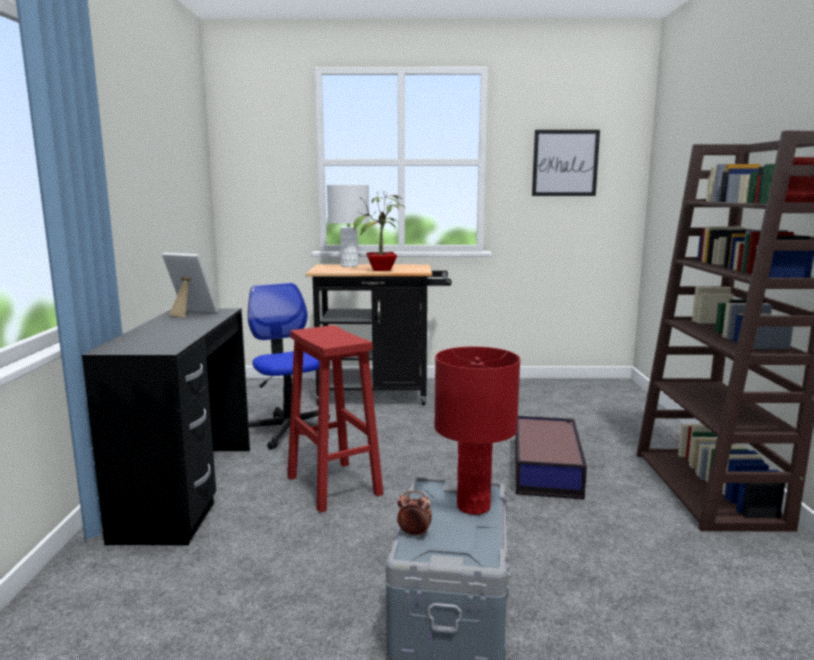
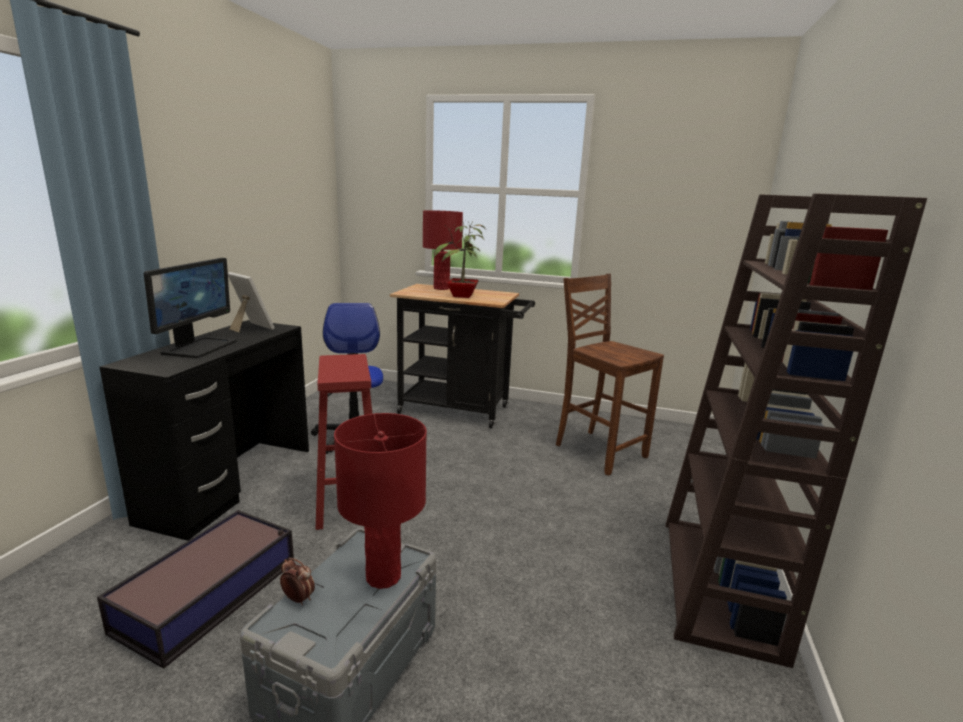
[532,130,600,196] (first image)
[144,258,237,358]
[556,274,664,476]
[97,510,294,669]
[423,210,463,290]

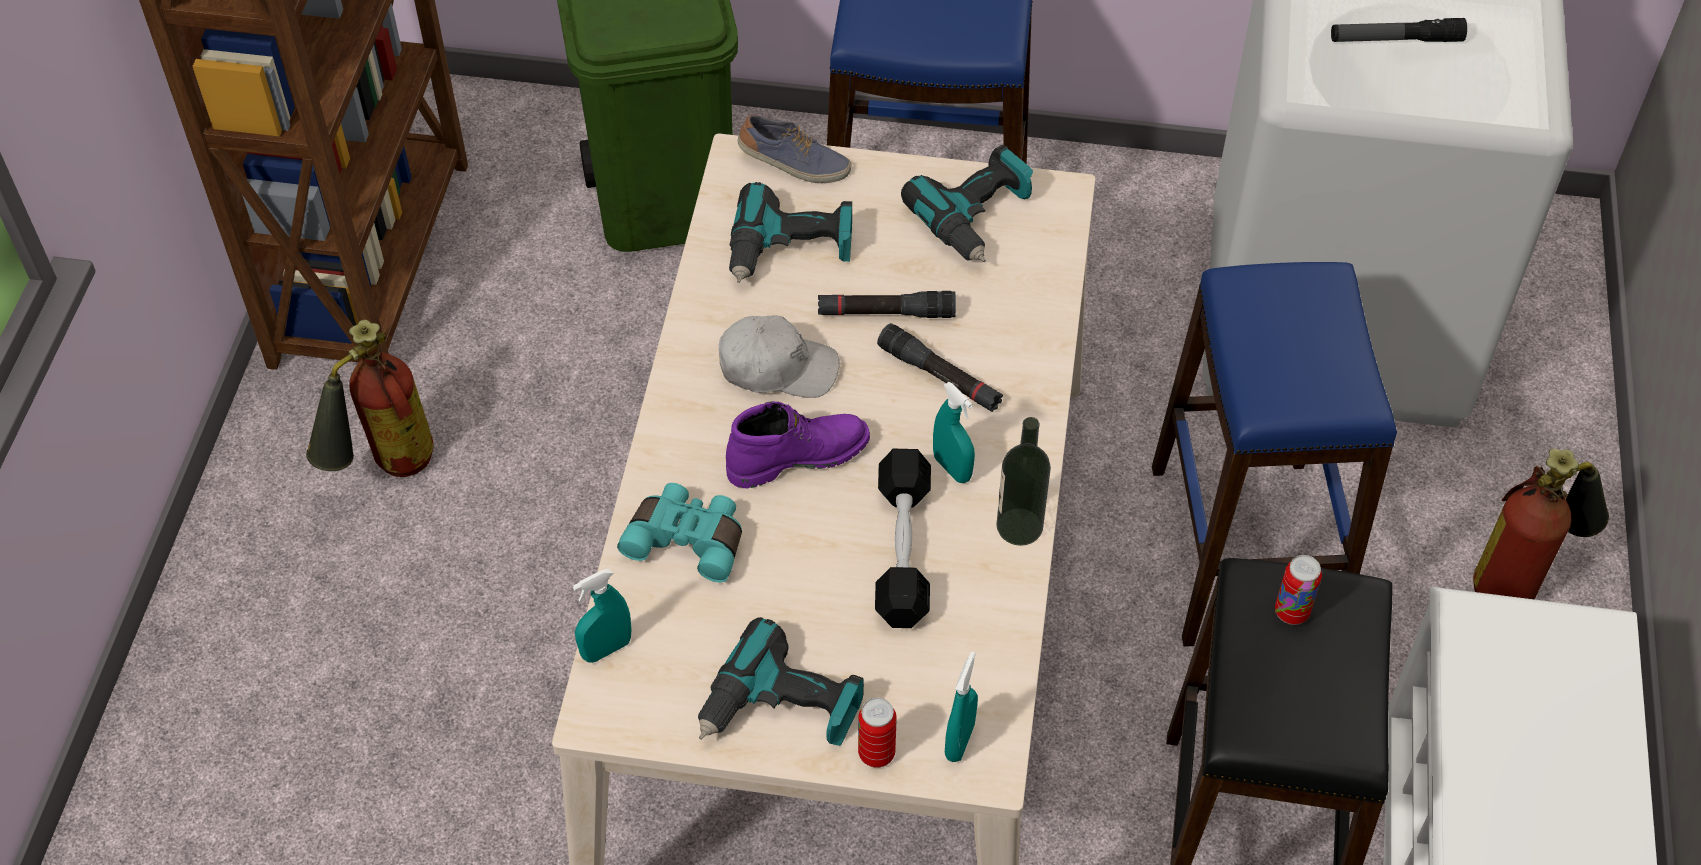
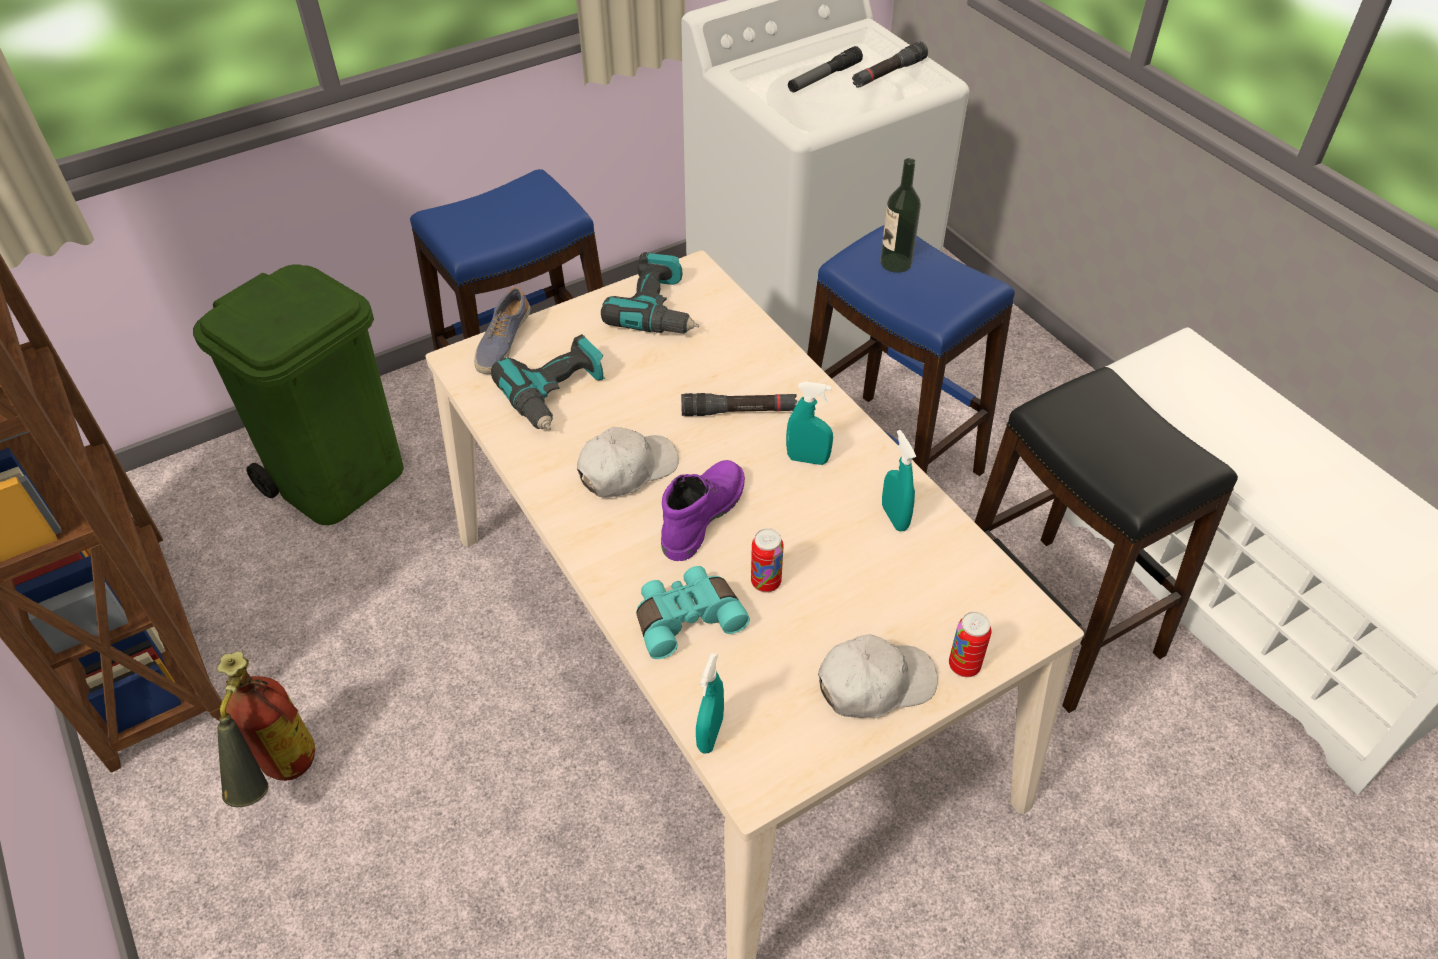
[875,449,931,628] (first image)
[1473,449,1609,599] (first image)
[852,41,928,88]
[882,430,916,531]
[880,158,921,273]
[751,528,784,592]
[818,634,938,718]
[474,287,530,374]

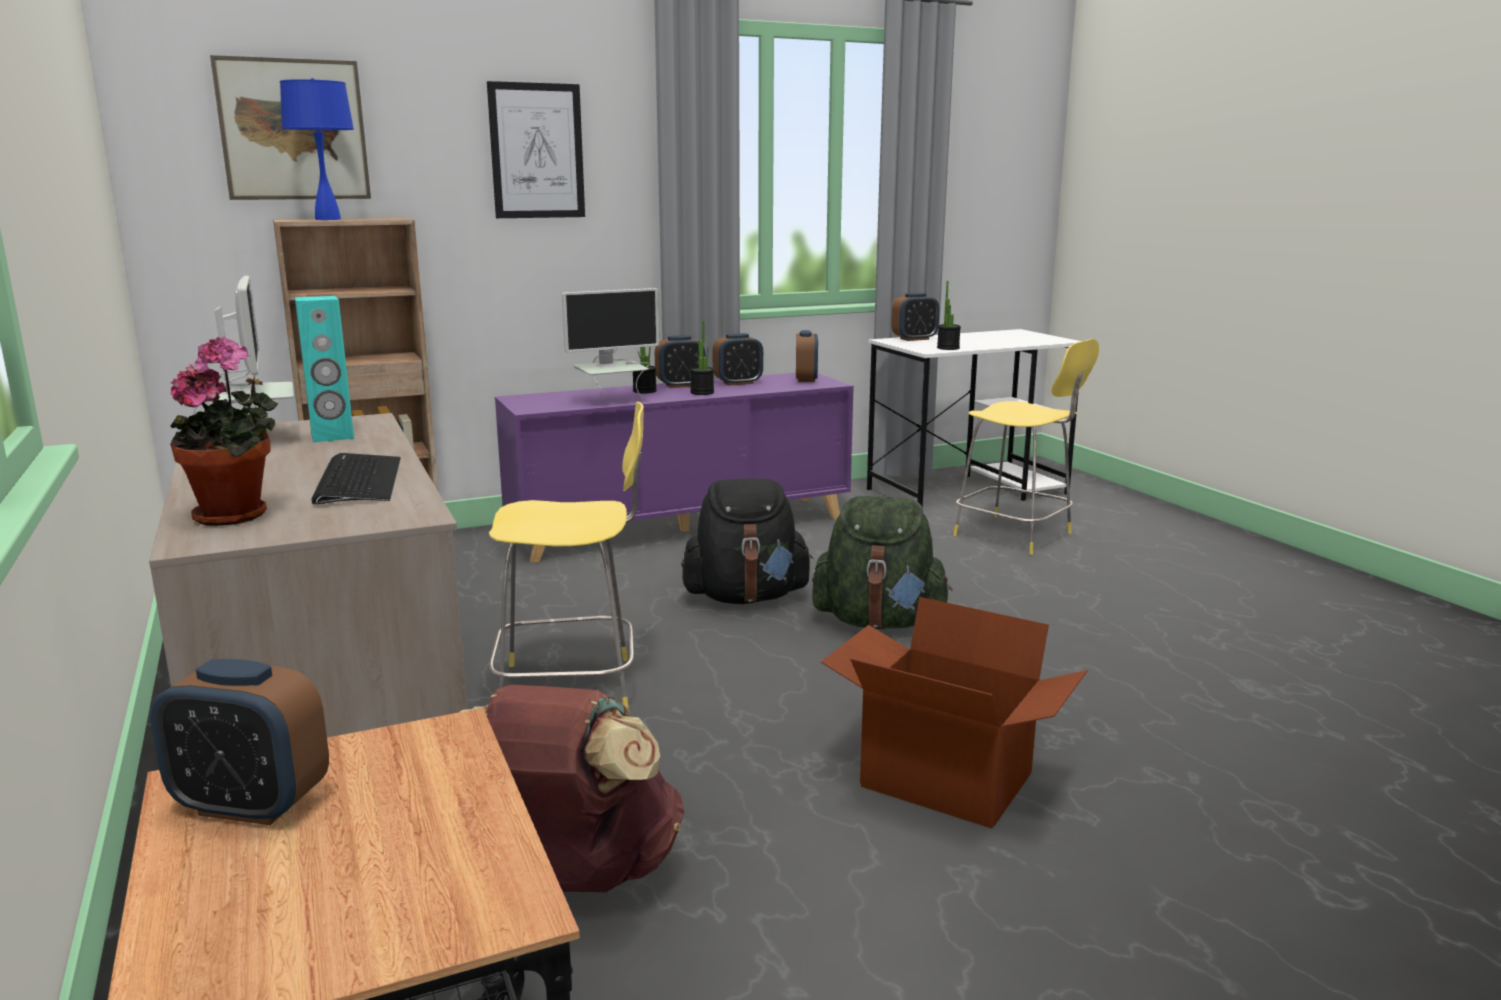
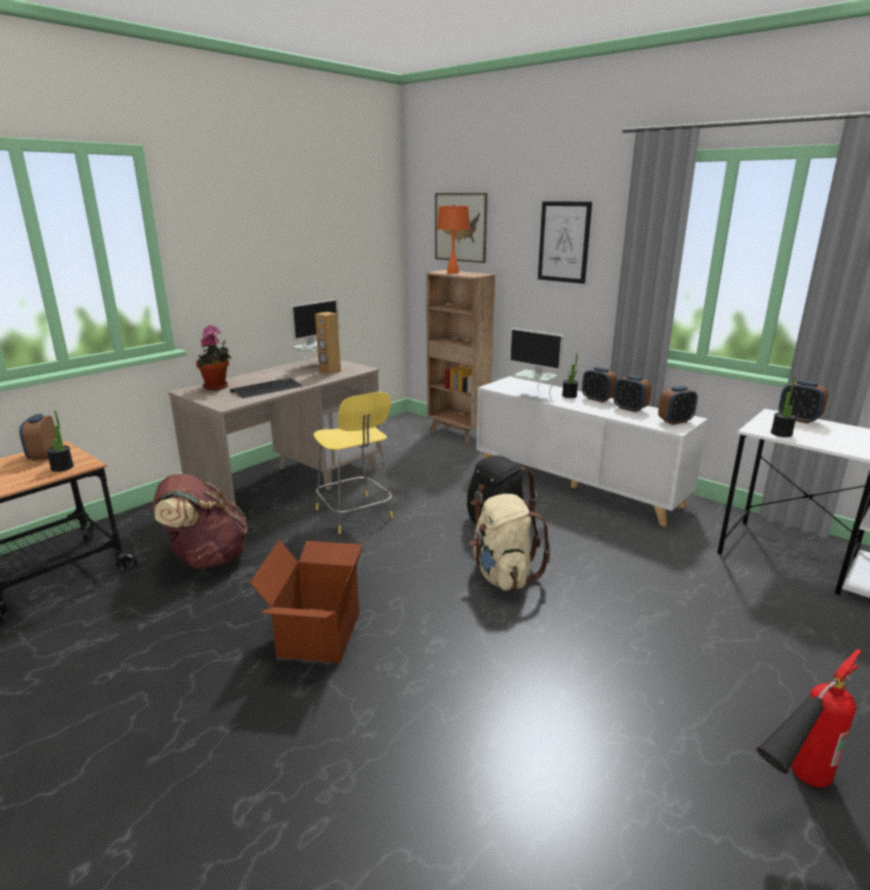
[953,339,1099,555] (first image)
[756,649,862,788]
[46,411,74,472]
[437,204,470,274]
[315,312,341,375]
[476,376,708,527]
[469,494,551,591]

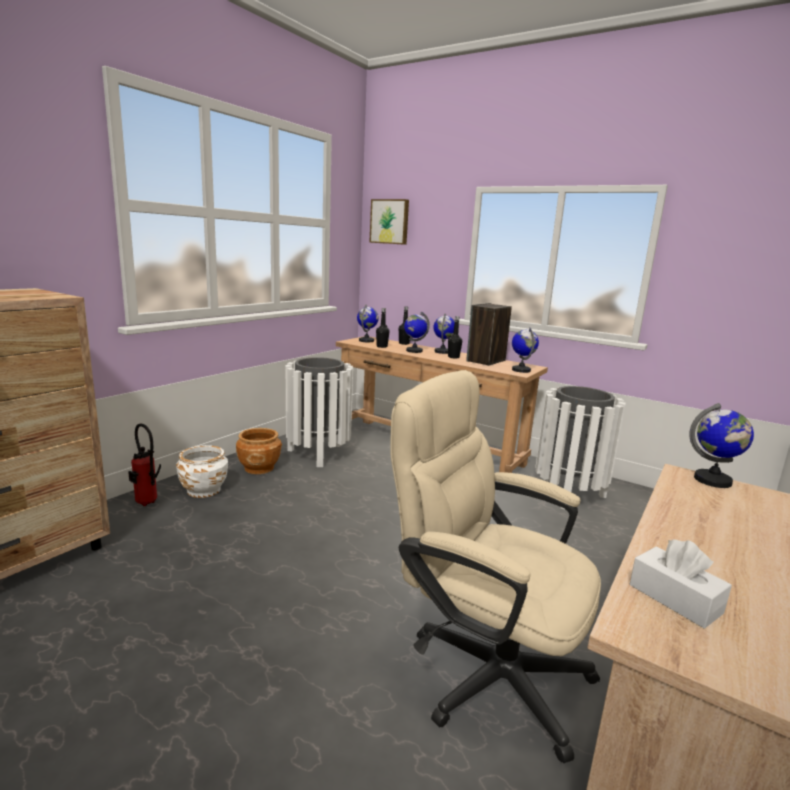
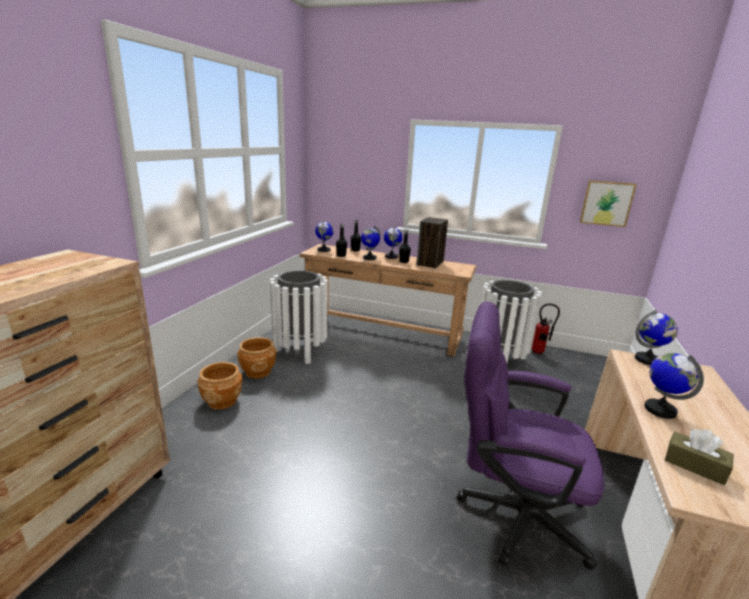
[531,303,560,354]
[580,180,637,227]
[644,353,704,419]
[197,362,242,410]
[457,302,604,570]
[665,429,734,485]

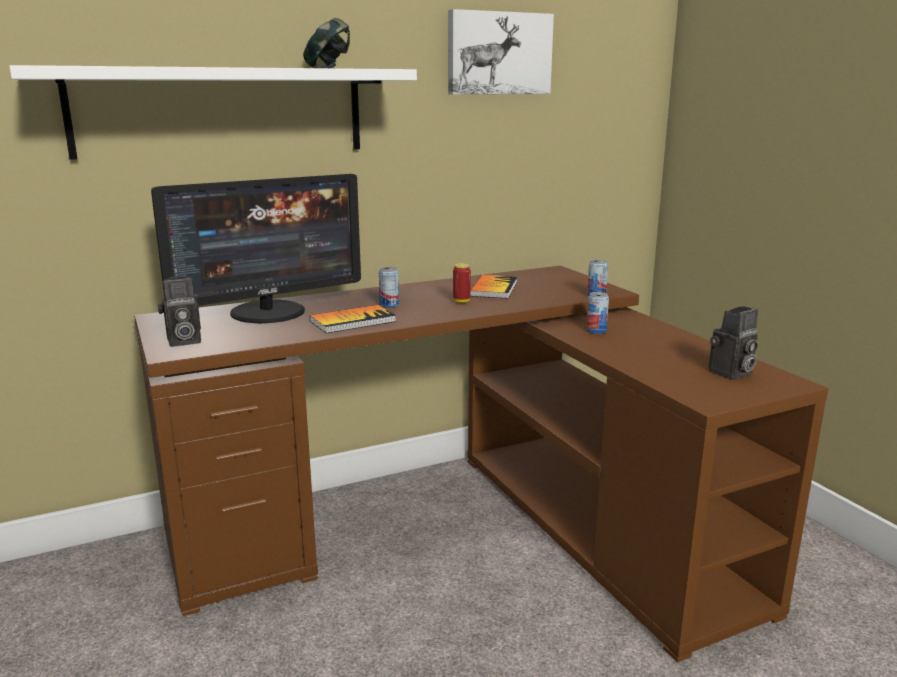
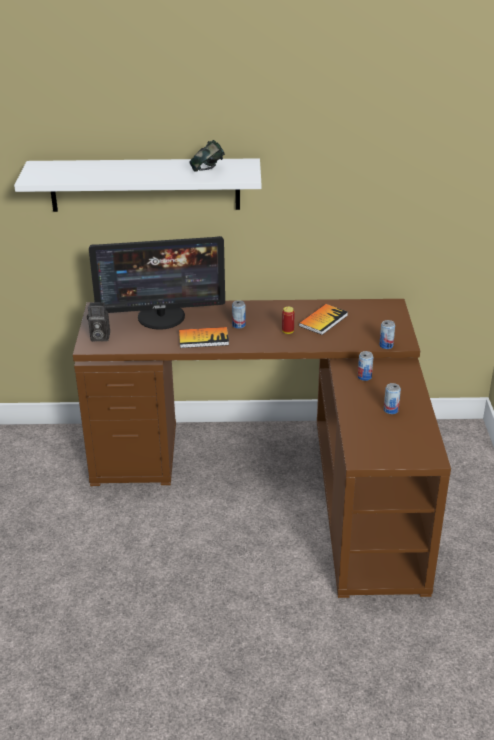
[448,9,554,94] (first image)
[708,306,758,380] (first image)
[384,383,401,414]

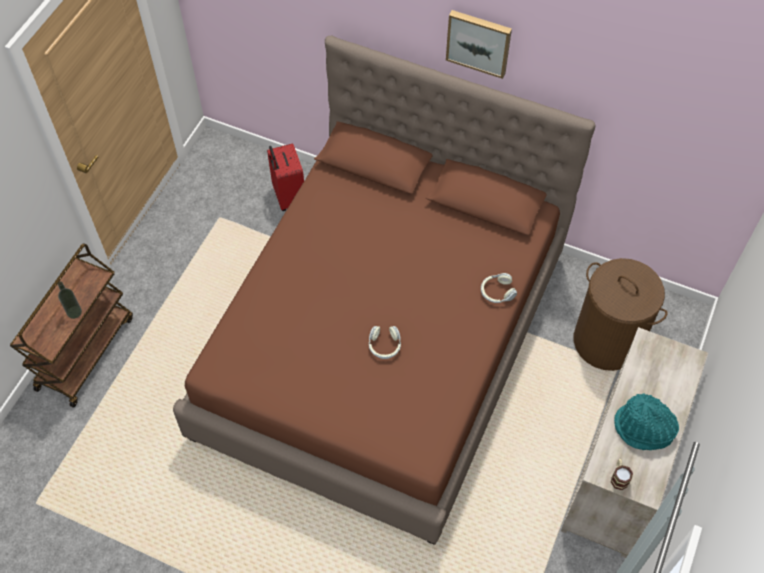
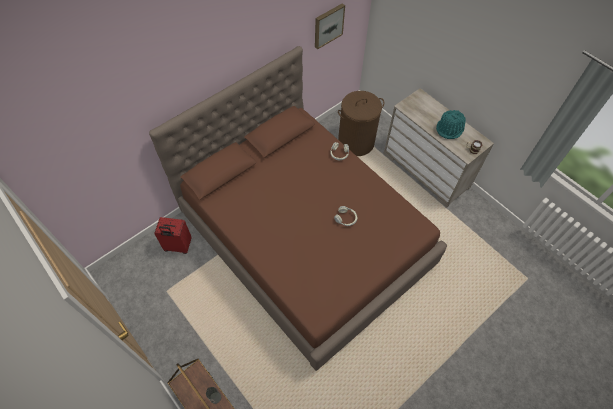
[315,3,345,49]

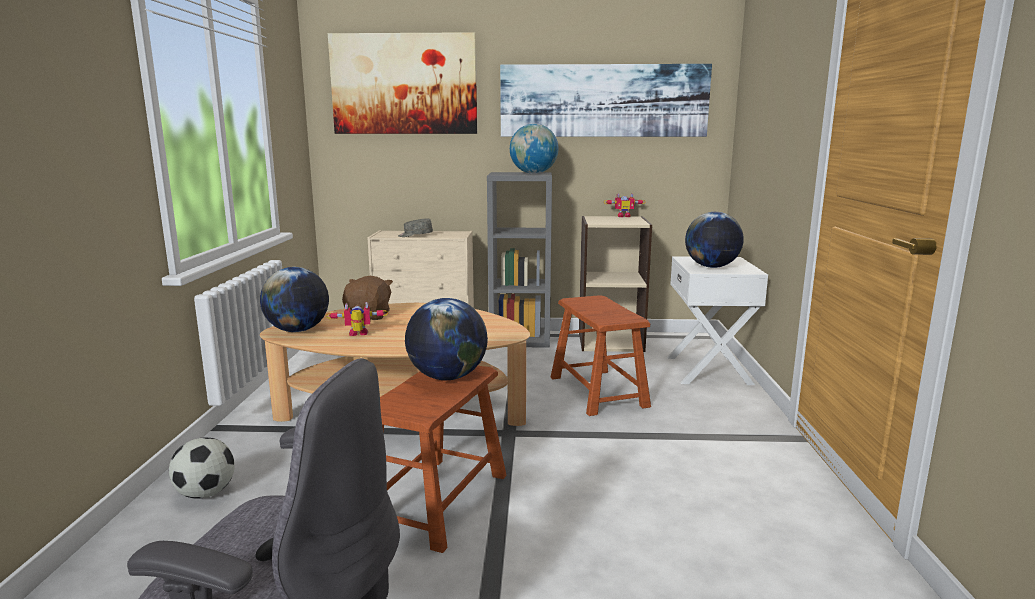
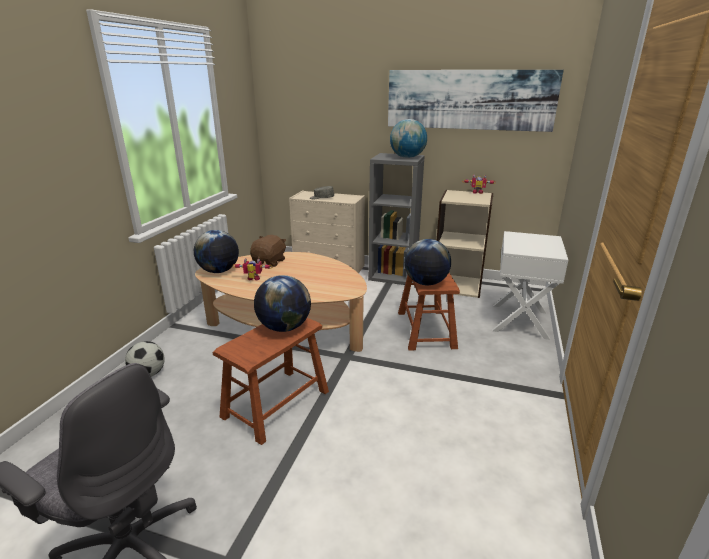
[328,32,477,134] (first image)
[404,239,451,285]

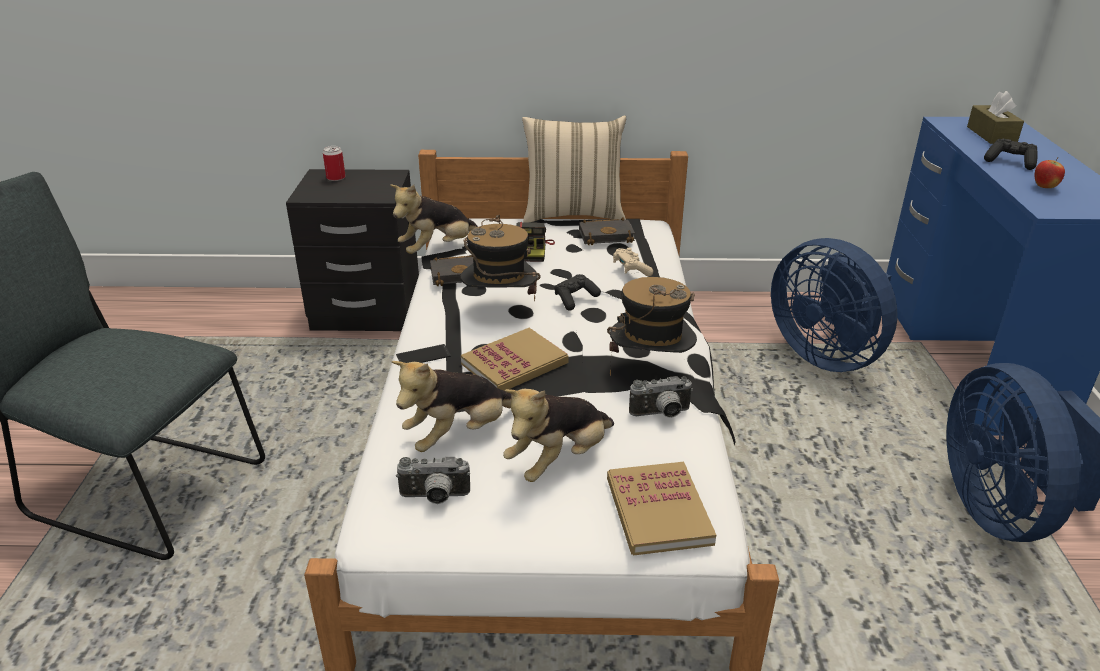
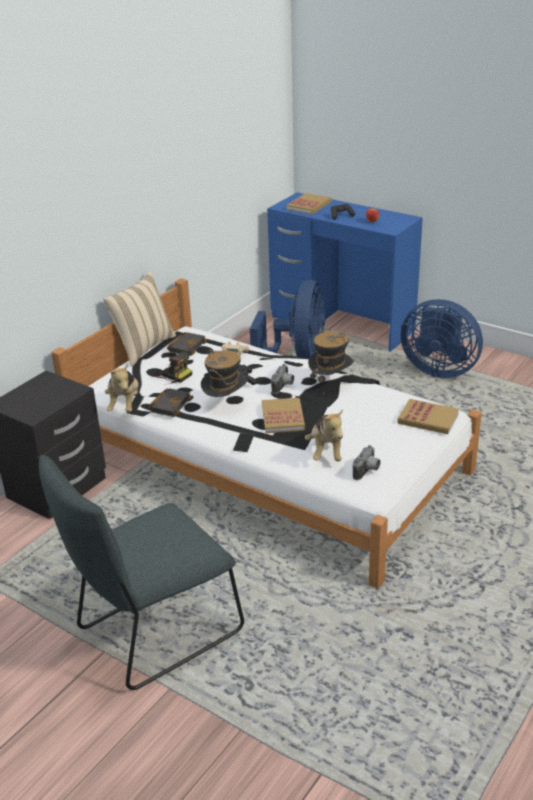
[323,146,346,181] (first image)
[503,389,614,482] (first image)
[271,364,294,394]
[286,193,331,215]
[250,280,325,359]

